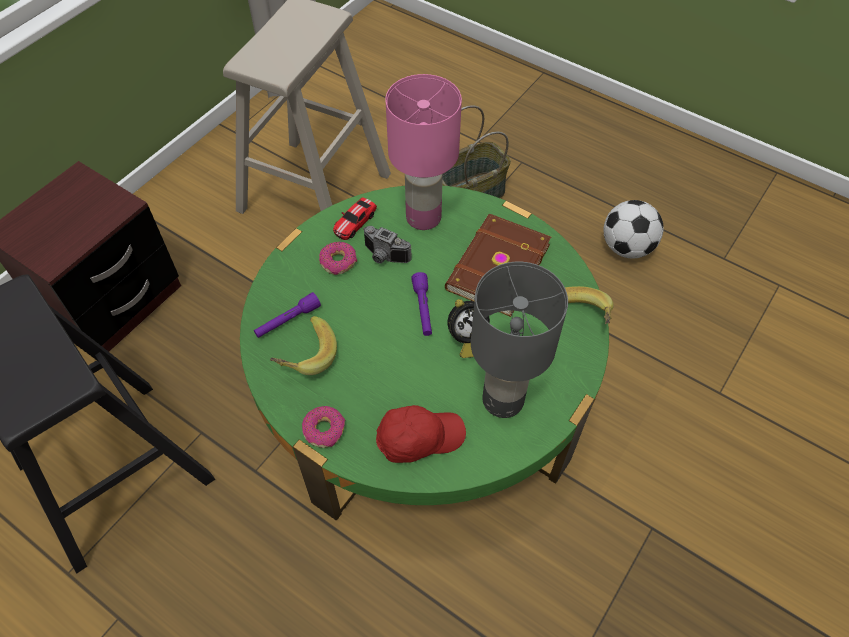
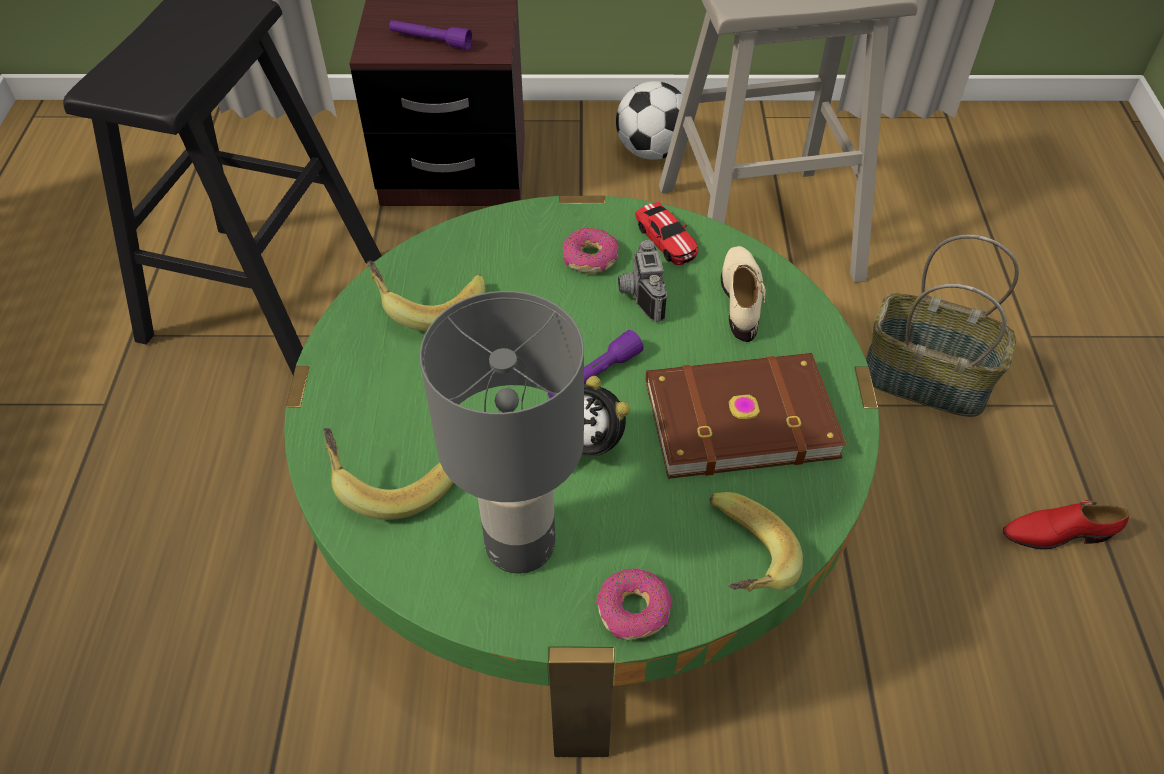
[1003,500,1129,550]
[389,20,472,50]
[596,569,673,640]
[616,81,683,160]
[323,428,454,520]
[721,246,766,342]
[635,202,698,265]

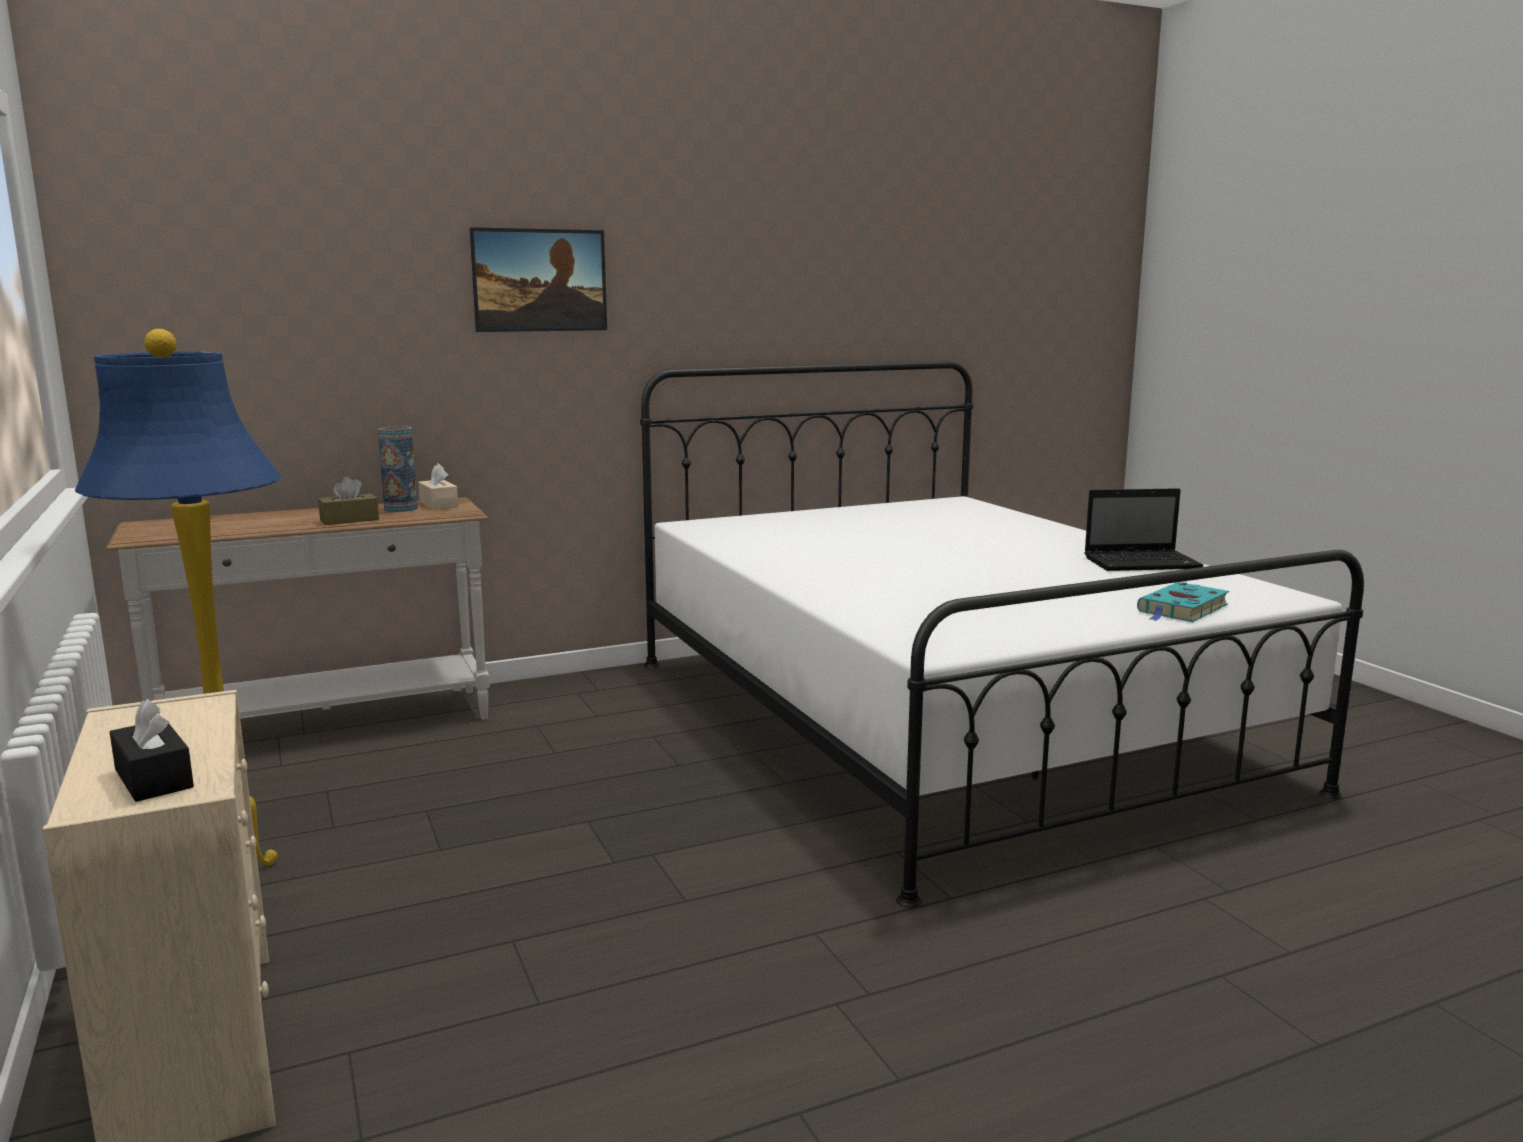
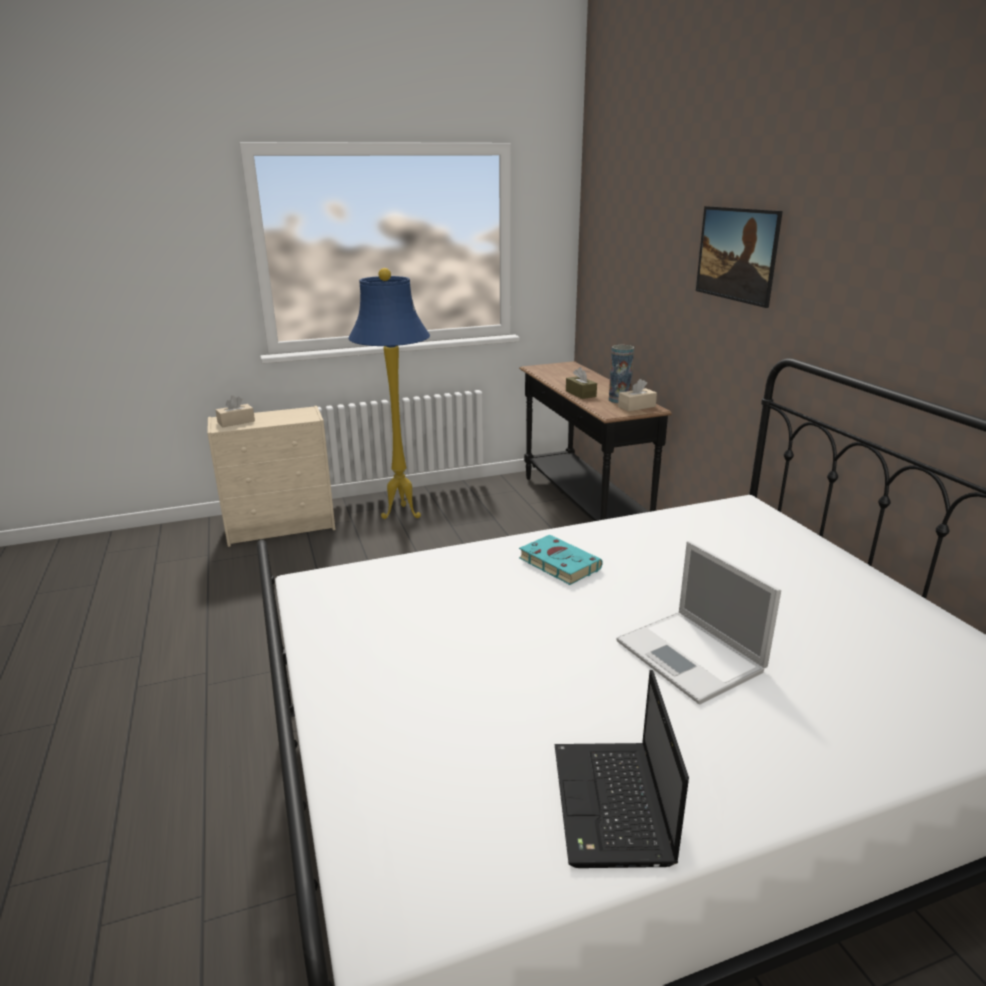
[616,541,781,705]
[519,535,603,585]
[519,361,672,521]
[215,395,255,427]

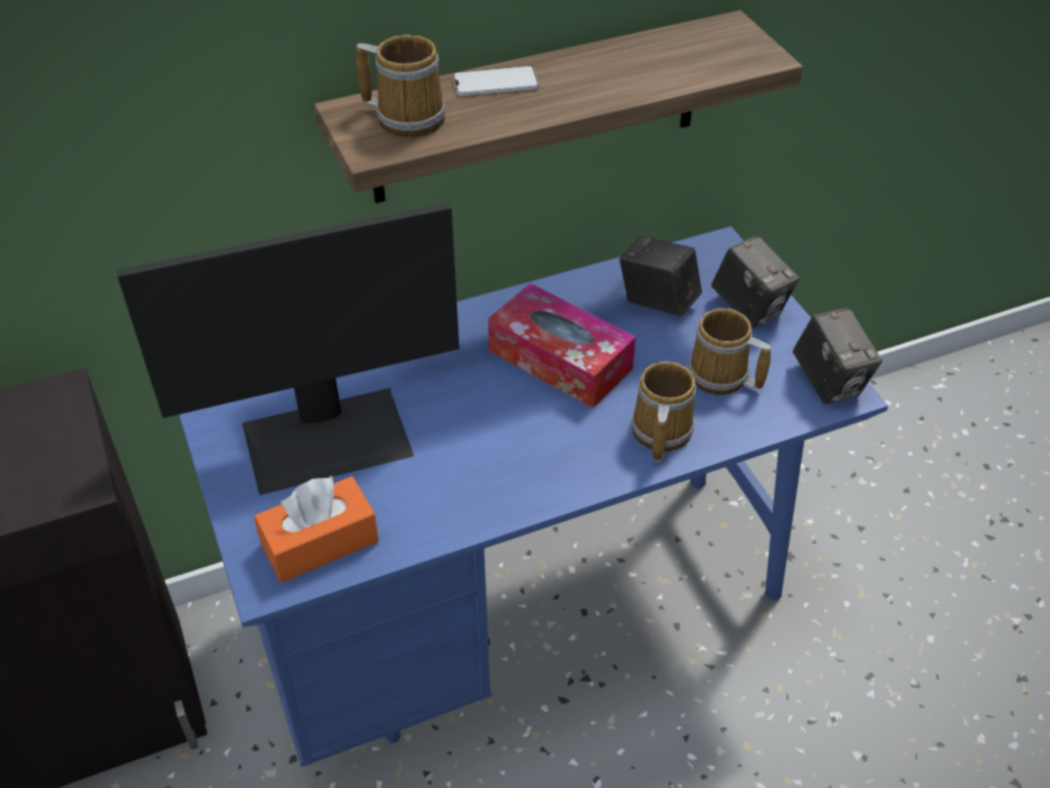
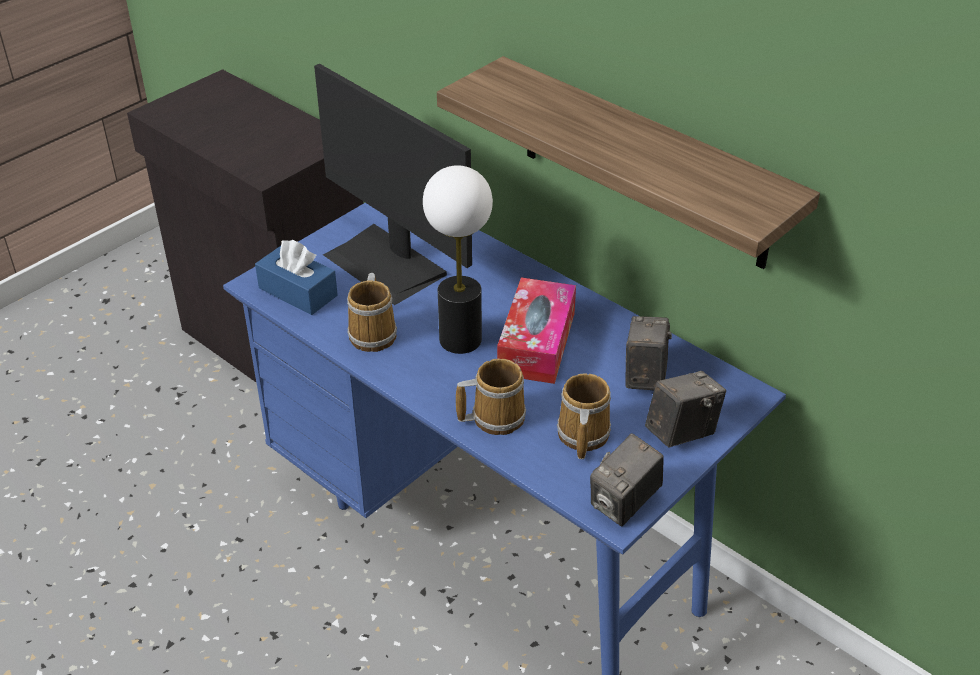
[453,65,539,96] (first image)
[423,165,493,354]
[347,273,397,352]
[255,240,338,315]
[645,371,726,448]

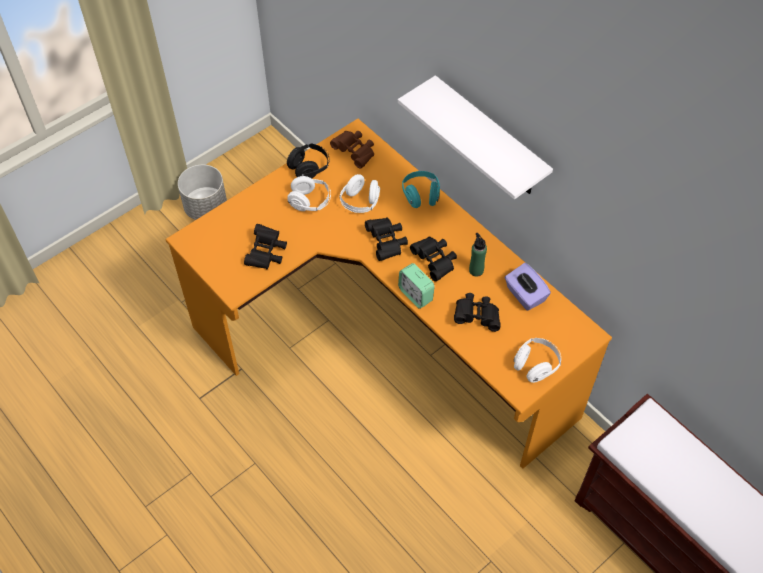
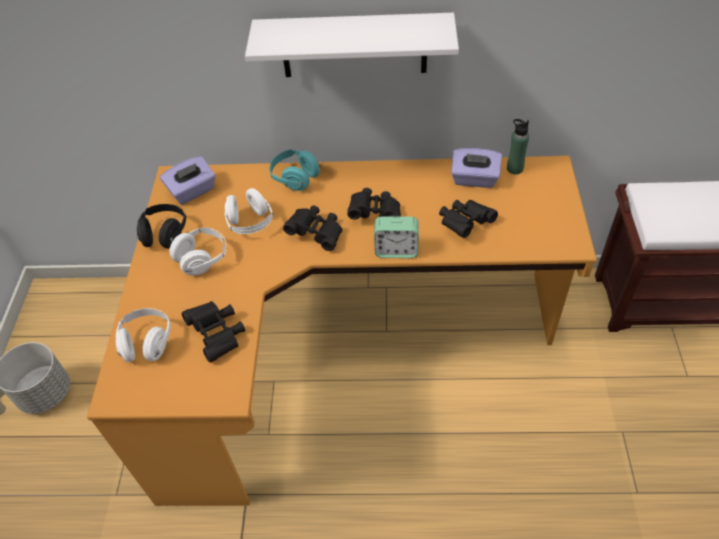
[507,119,529,174]
[116,308,171,362]
[160,156,216,205]

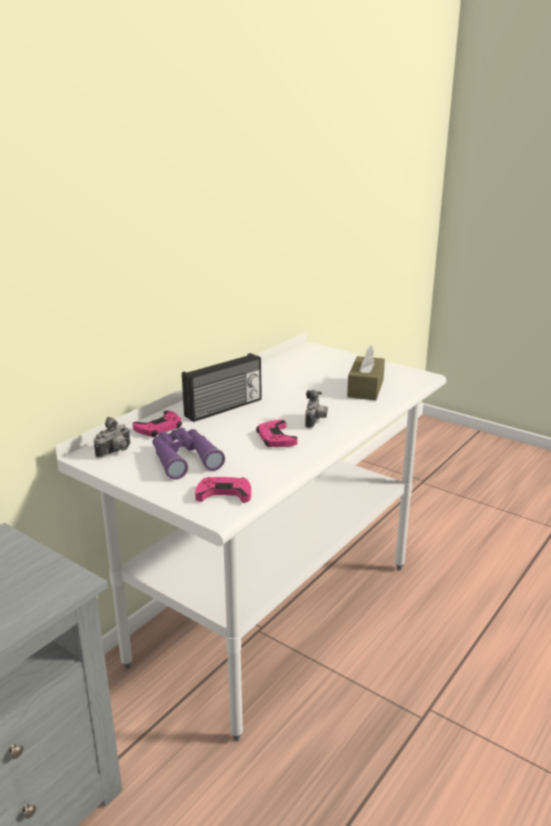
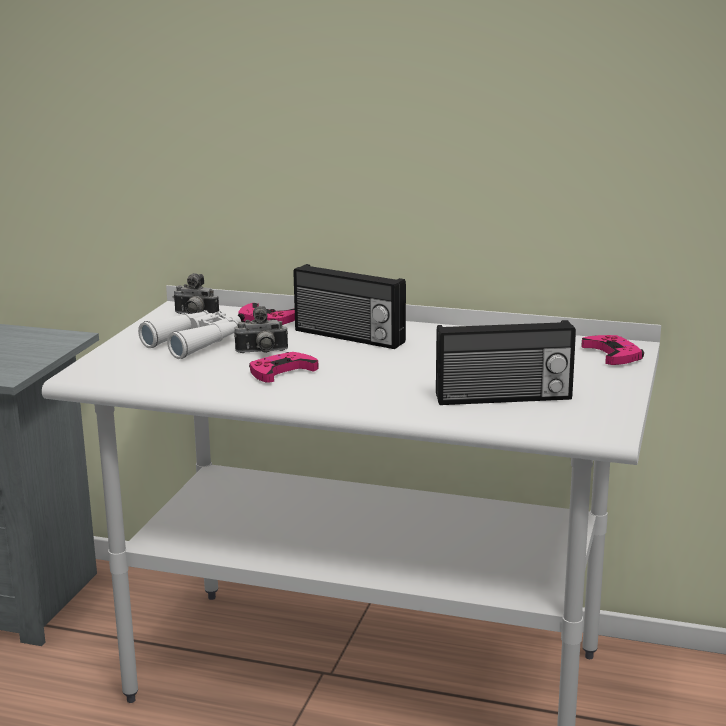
[581,335,644,365]
[234,306,288,353]
[436,320,576,405]
[138,310,241,359]

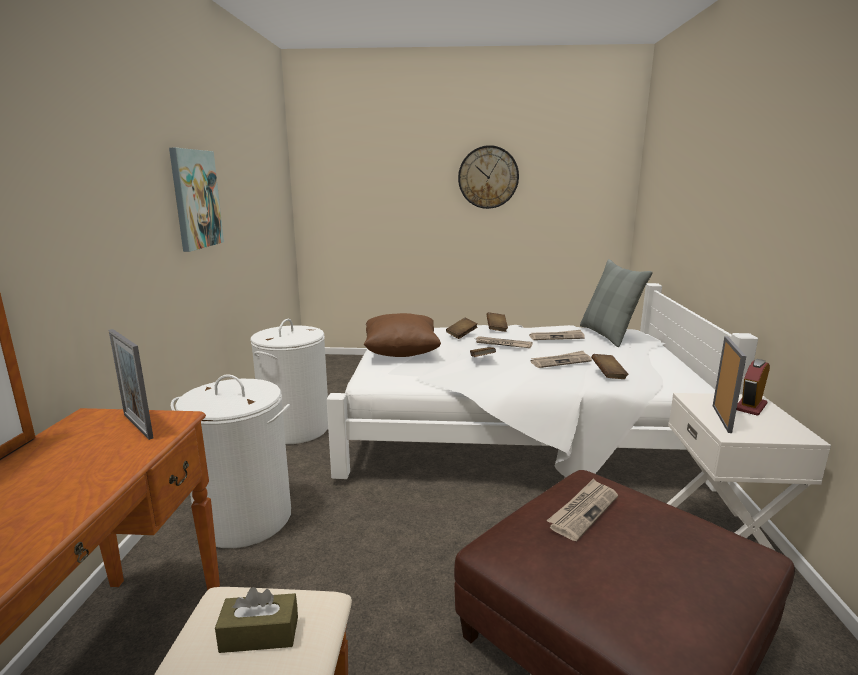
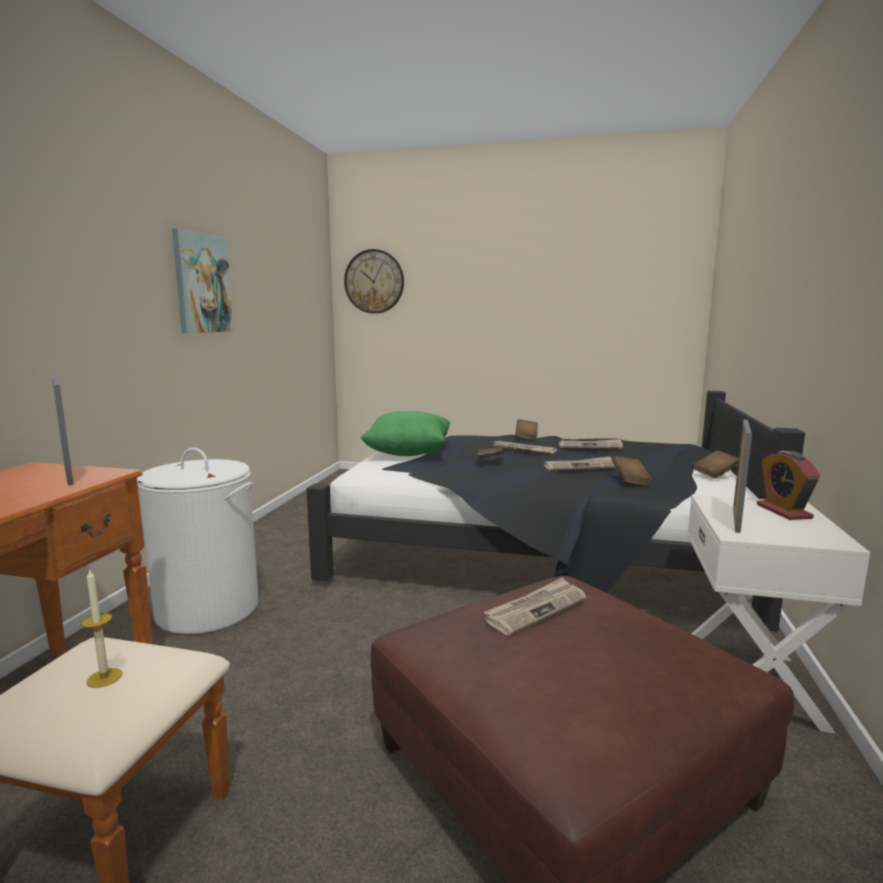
[250,319,328,444] (first image)
[580,259,653,347] (first image)
[692,450,739,479]
[344,249,404,314]
[81,570,122,688]
[306,391,805,631]
[361,411,451,456]
[757,451,820,520]

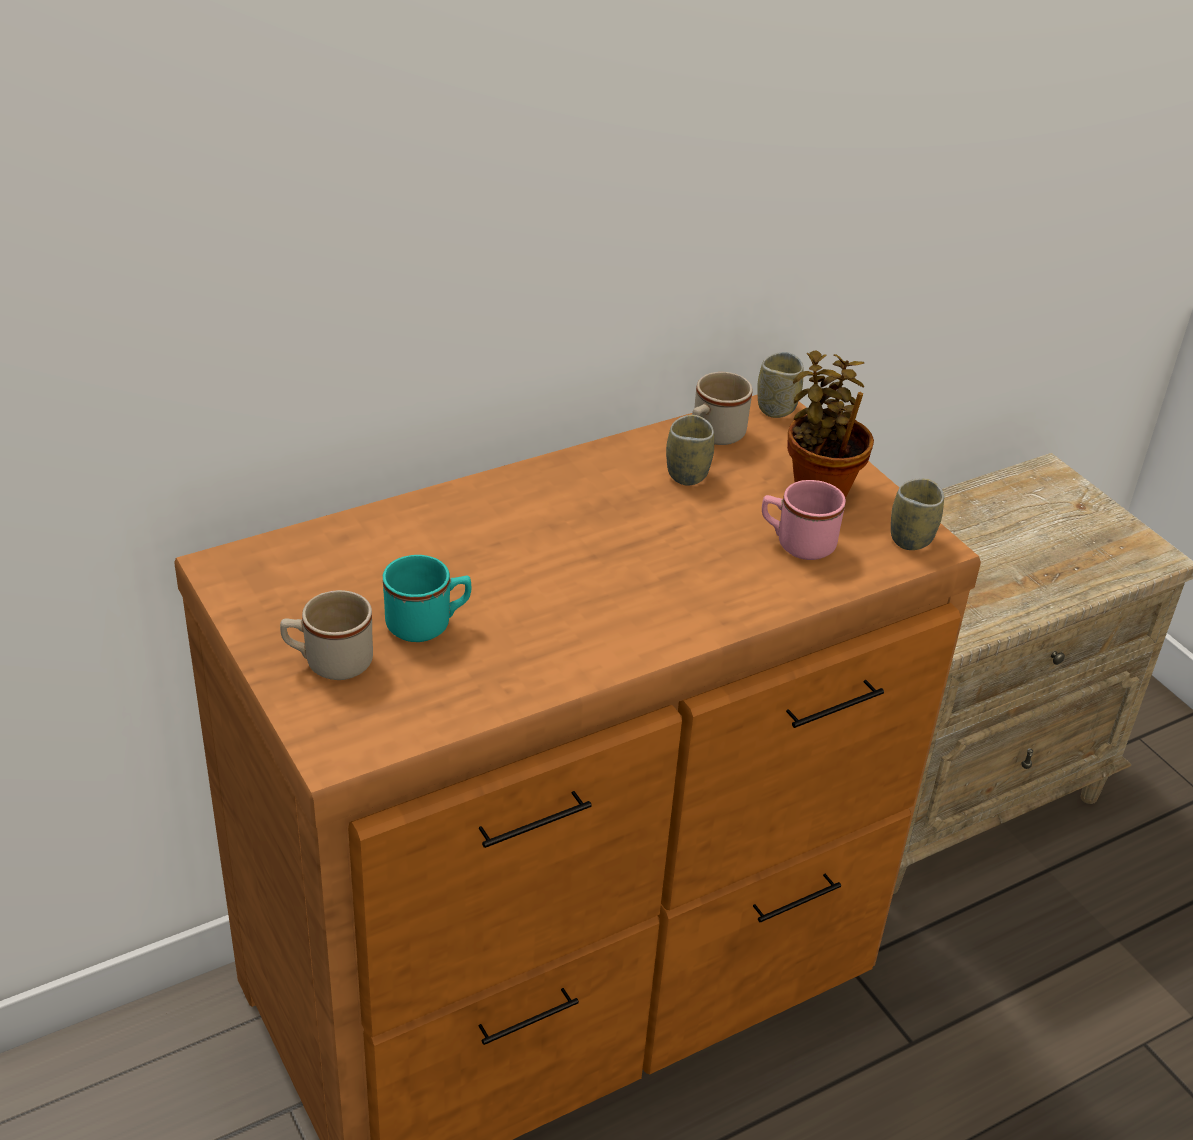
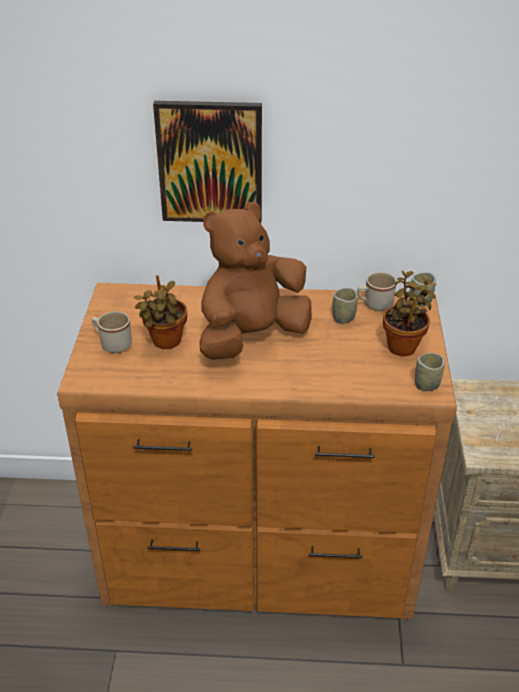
[762,480,846,560] (first image)
[153,101,262,223]
[199,202,312,360]
[134,275,187,349]

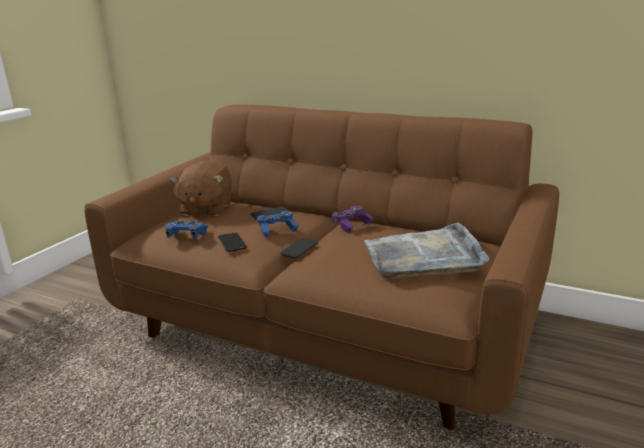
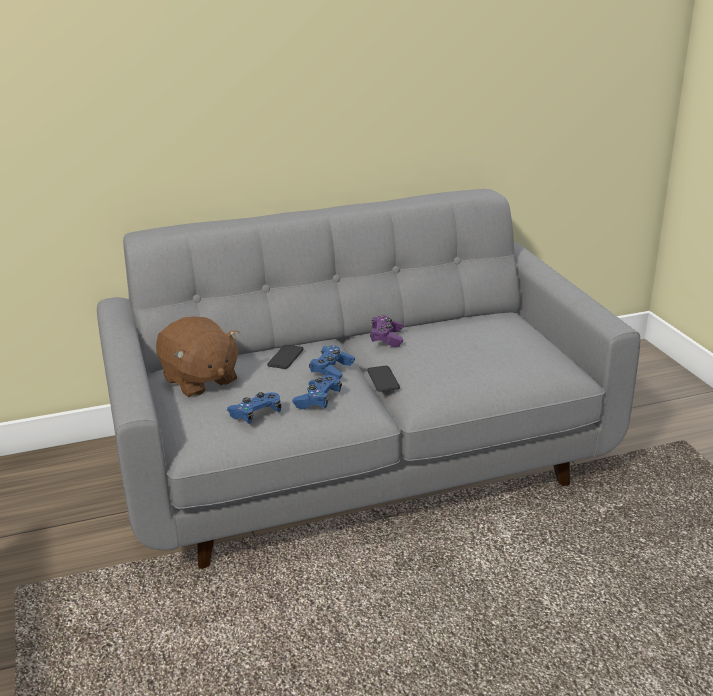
[364,222,489,278] (first image)
[292,375,342,409]
[97,189,640,569]

